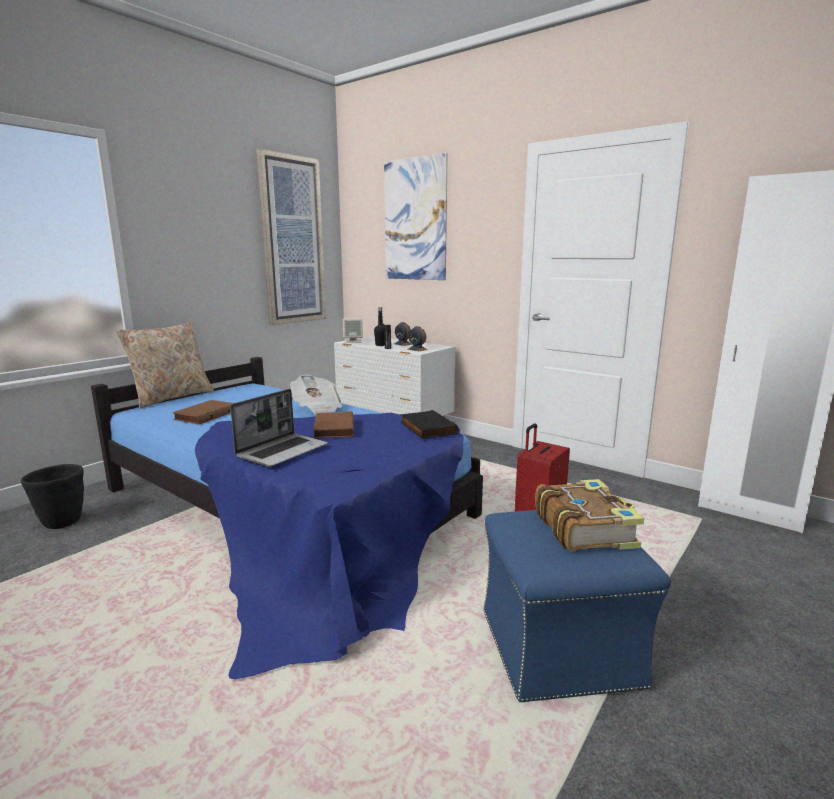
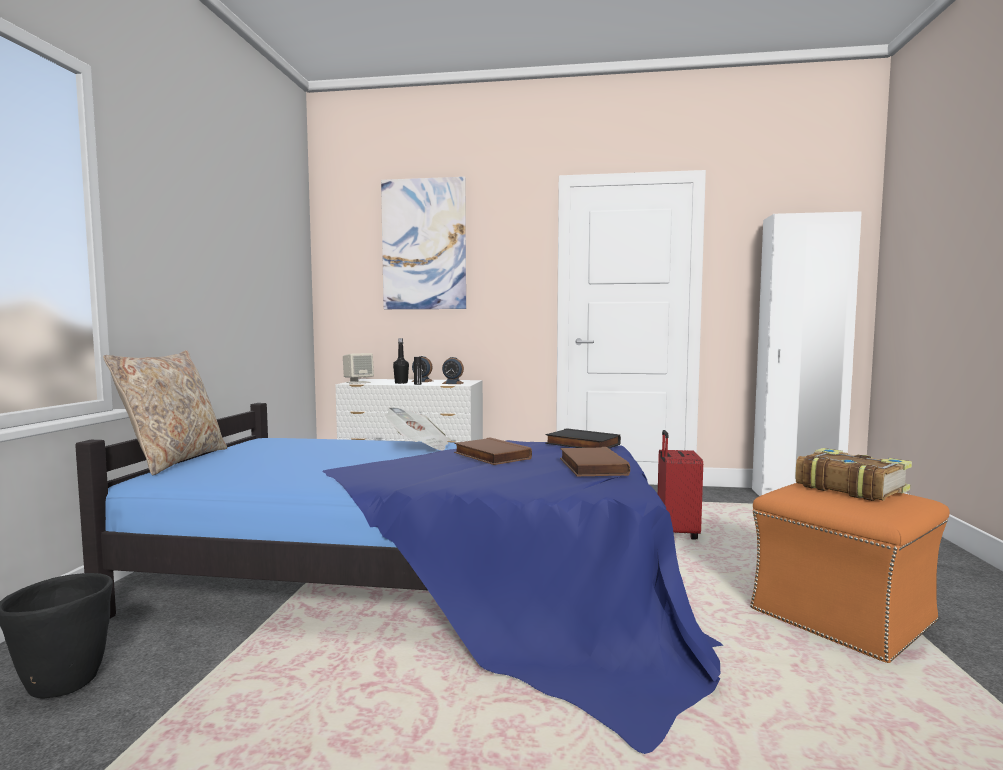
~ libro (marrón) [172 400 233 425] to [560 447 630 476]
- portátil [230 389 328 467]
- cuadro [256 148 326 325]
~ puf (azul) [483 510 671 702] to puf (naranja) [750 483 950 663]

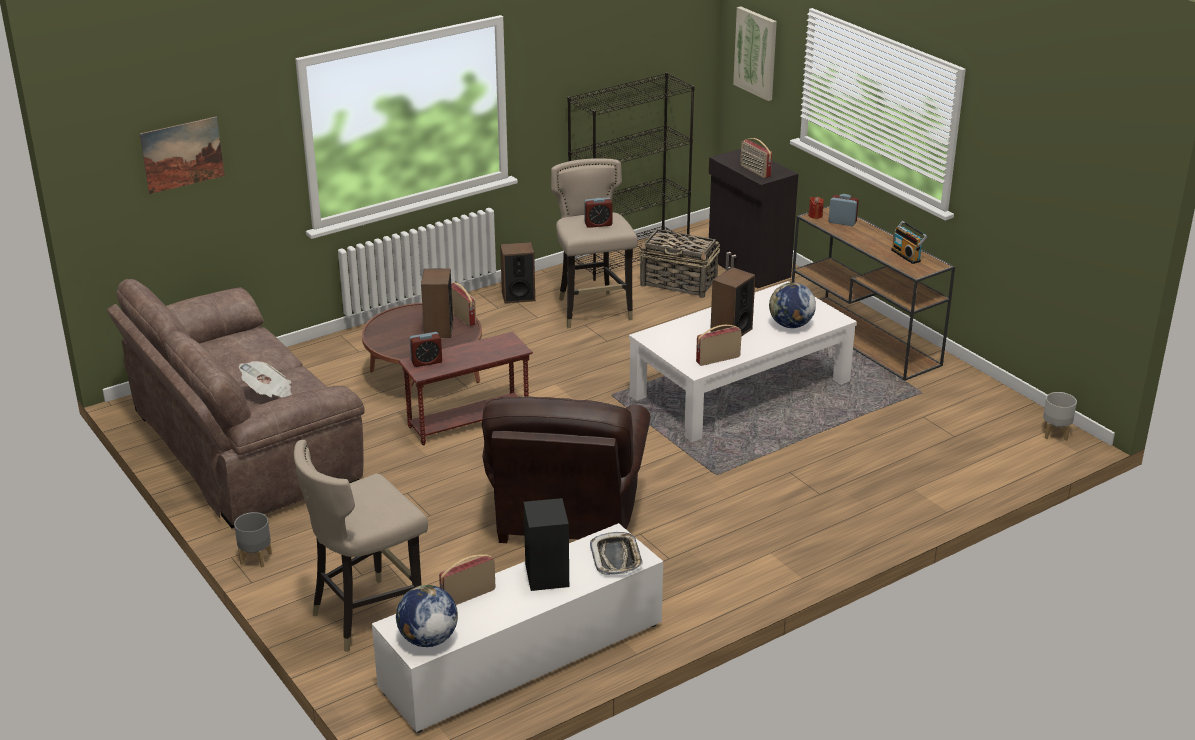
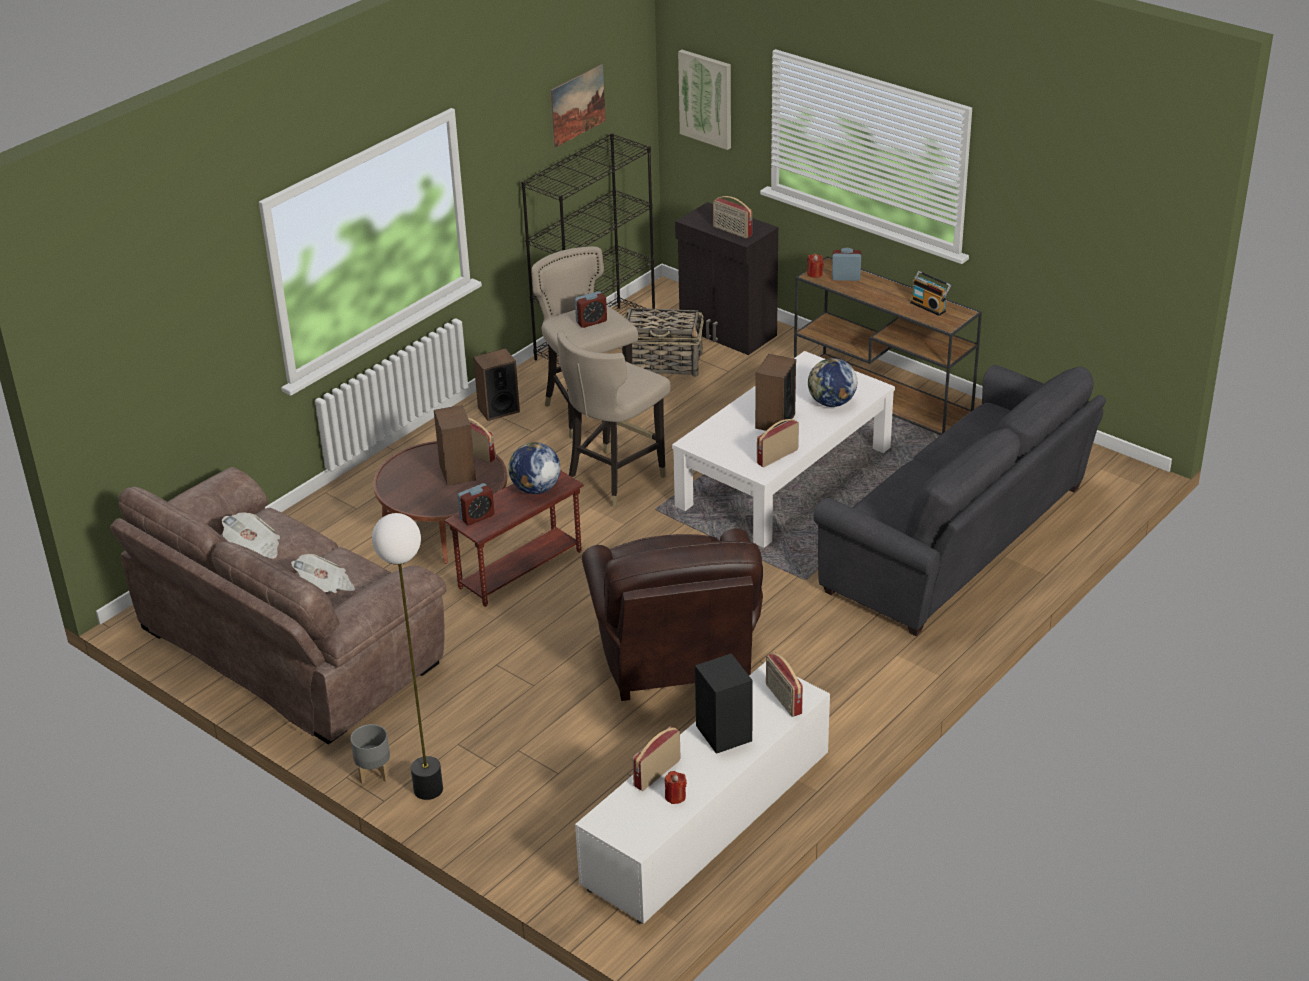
~ cuadro [140 116 225 194] to [550 64 606 148]
~ taburete (beis) [294 440 428 652] to [557 330 671 507]
~ globo terráqueo [396 585 458 647] to [508 442 561 494]
~ bandeja [590 532 643 575] to radio [766 652 803 717]
- maceta (gris) [1043 392 1077 441]
+ periódico [222 512 280 559]
+ lámpara de pie [372 513 443 800]
+ vela (rojo) [665 771 687 804]
+ sofá (gris) [814 365 1106 636]

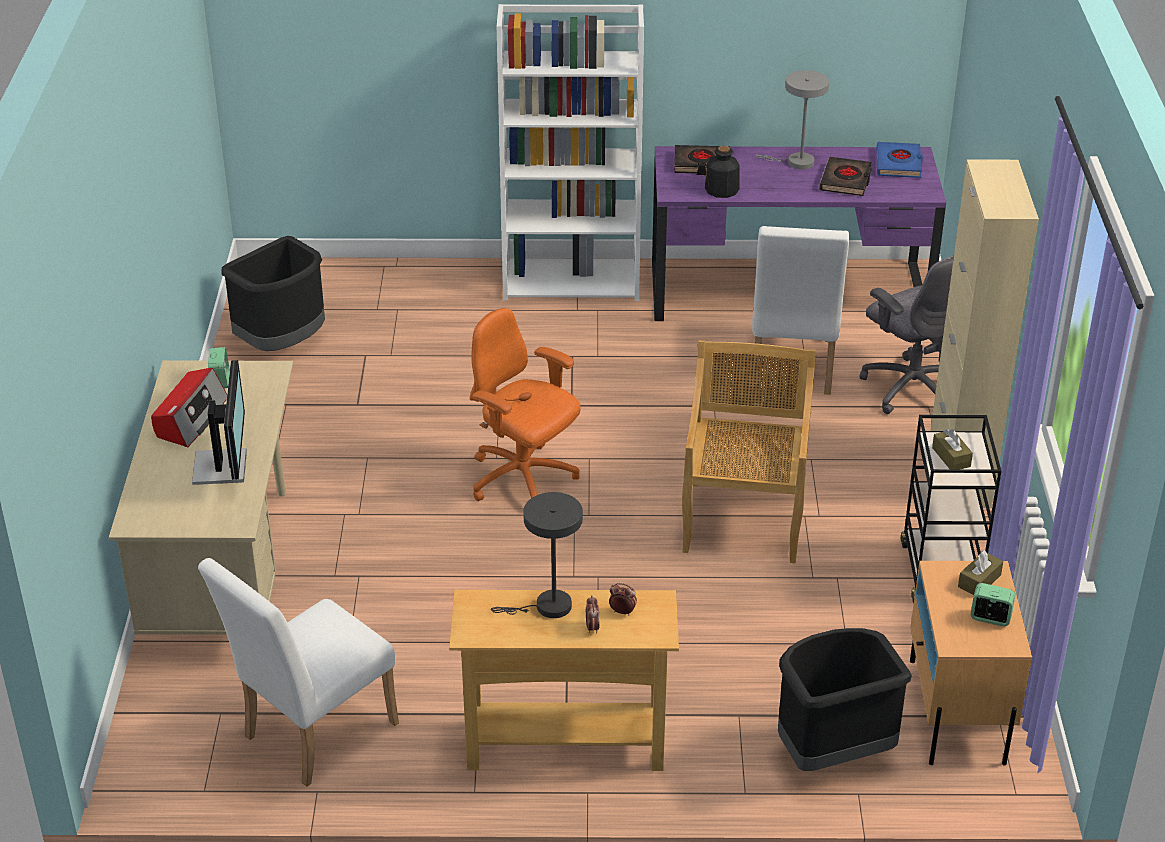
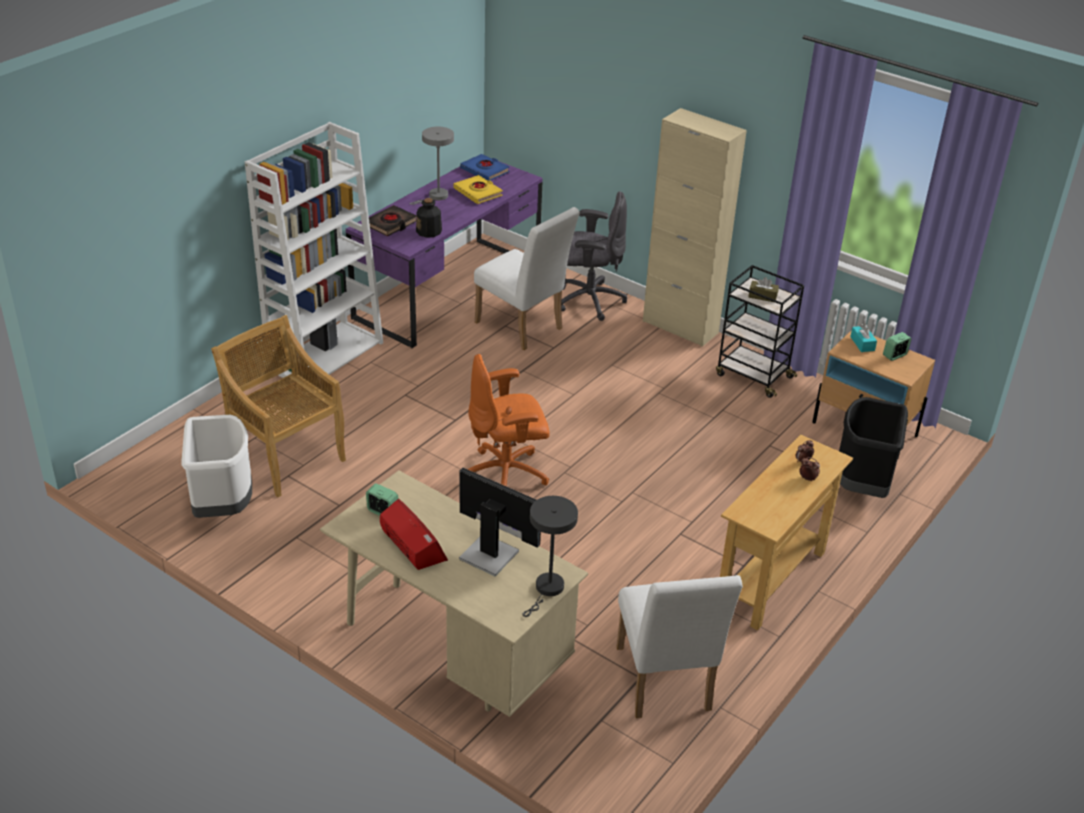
~ papelera (negro) [221 236 325 351] to papelera (blanco) [181 415 252 518]
~ lámpara de mesa (gris) [491 492 583 618] to [523 496 578 617]
~ silla (beis) [682 340 816 563] to [211 315 346 497]
~ libro (negro) [819 157 872 196] to libro (amarillo) [453 175 503 204]
~ caja de pañuelos (marrón) [958 550 1003 595] to caja de pañuelos (turquesa) [850 324 877 352]

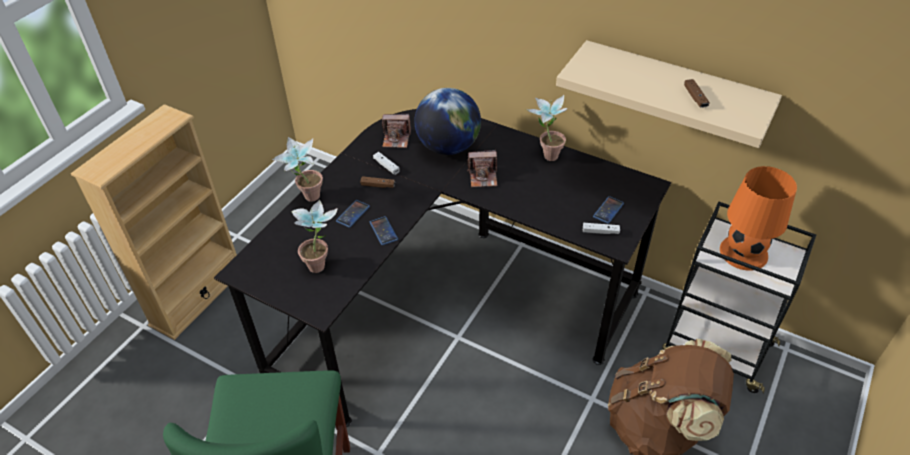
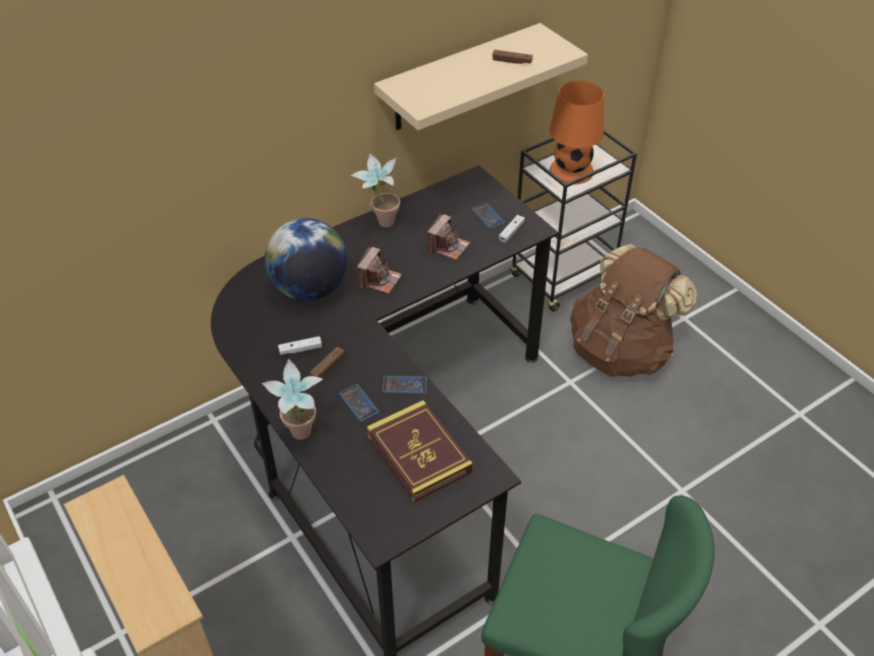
~ planta en maceta [292 200 337 273] to libro [367 400 473 503]
~ cámara [382 114 411 148] to [427 214 470 260]

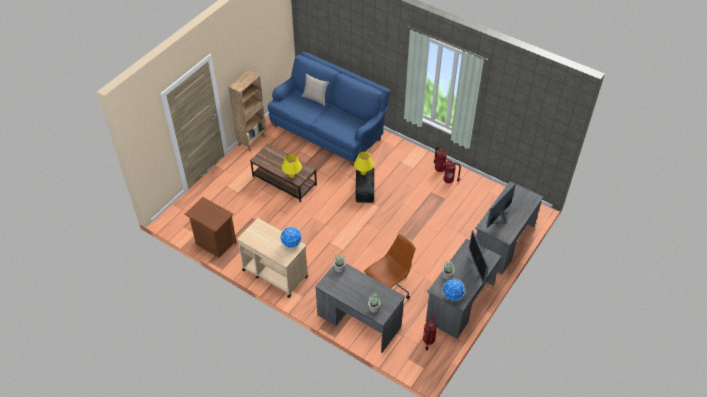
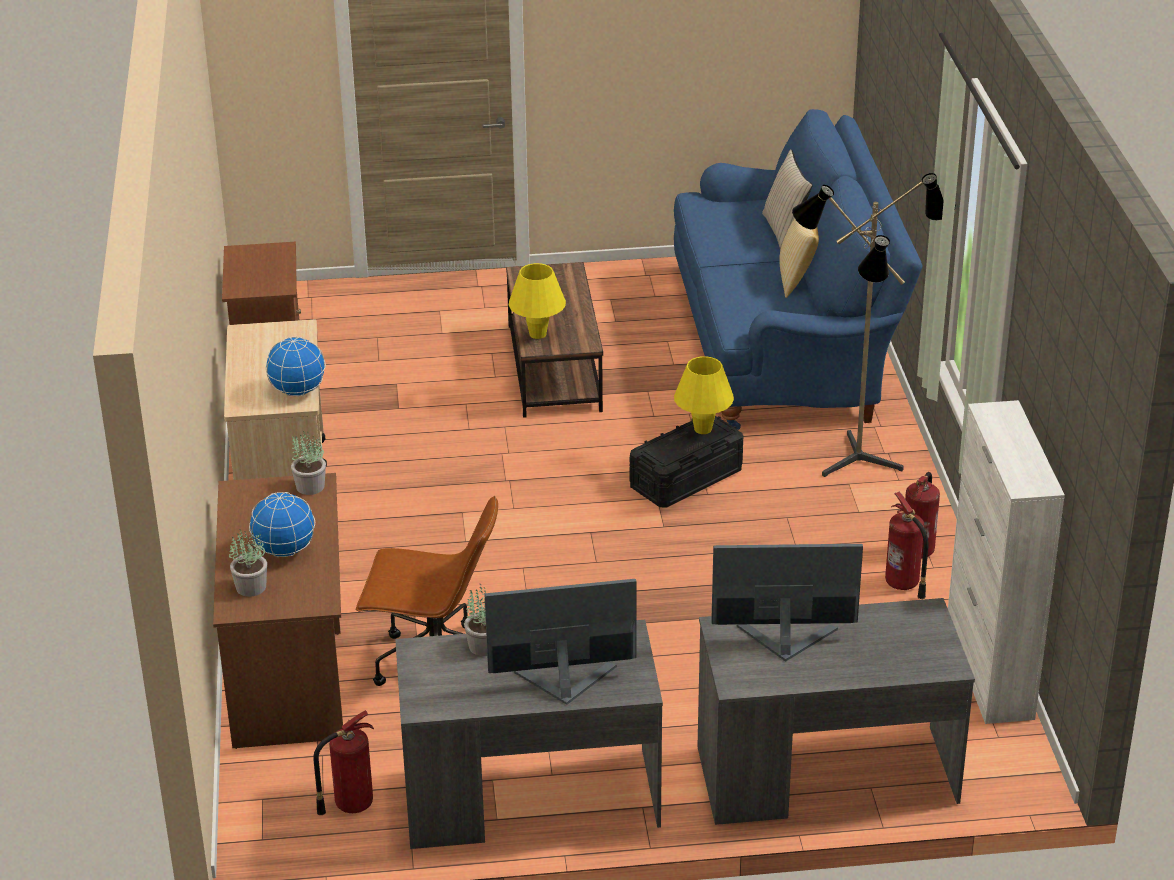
- estantería (marrón) [228 70 266 151]
~ escritorio (gris) [315 264 405 353] to escritorio (marrón) [213 473 343 749]
~ globo terráqueo [442 279 465 301] to [249 492 315 557]
~ monitor [467 230 489 285] = [485 579 637 705] 45 degrees clockwise
+ cojín [779 219 819 298]
+ lámpara de pie [792 173 956 477]
+ armario (blanco) [948 400 1065 724]

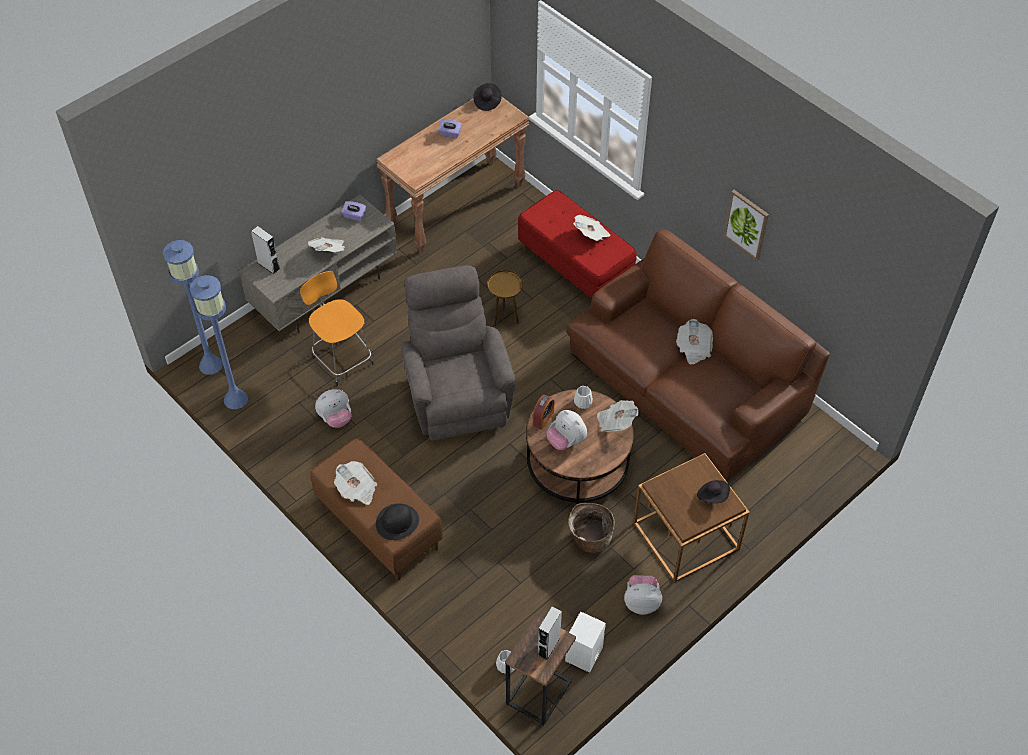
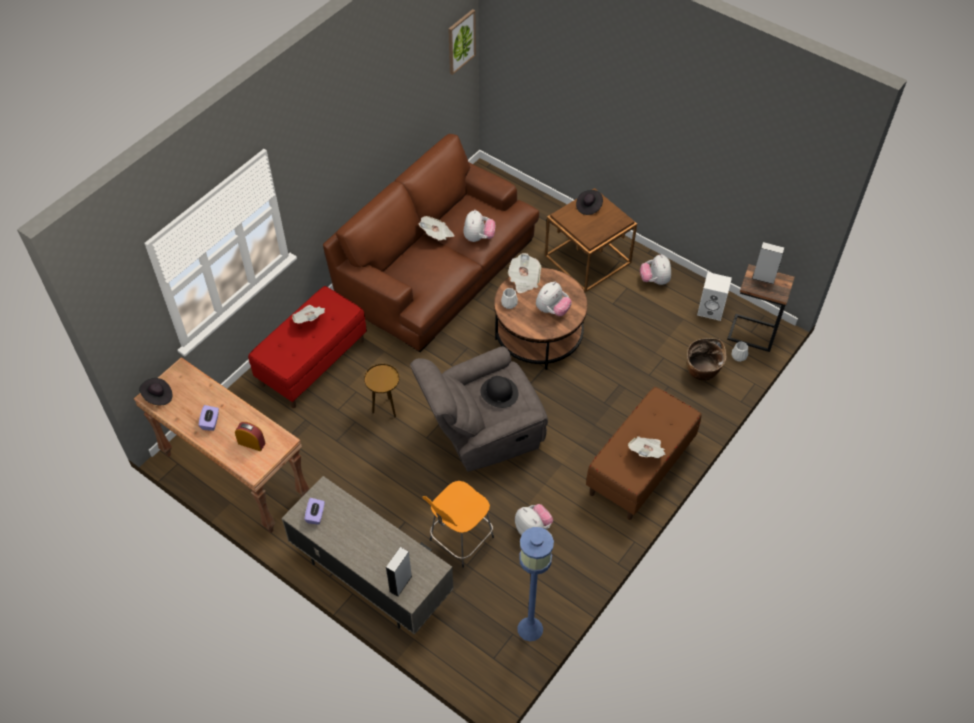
- lámpara de pie (azul) [163 240 223 375]
- periódico [308 237 345 252]
~ sombrero (negro) [376 503 419 540] to [480 376 518 408]
~ despertador [533 395 555 429] to [235 422 265 451]
~ cesta [569 503 614 553] to [687 338 727 381]
~ cuadro [724 190 769 260] to [448 9 476 75]
+ peluche [463 210 495 242]

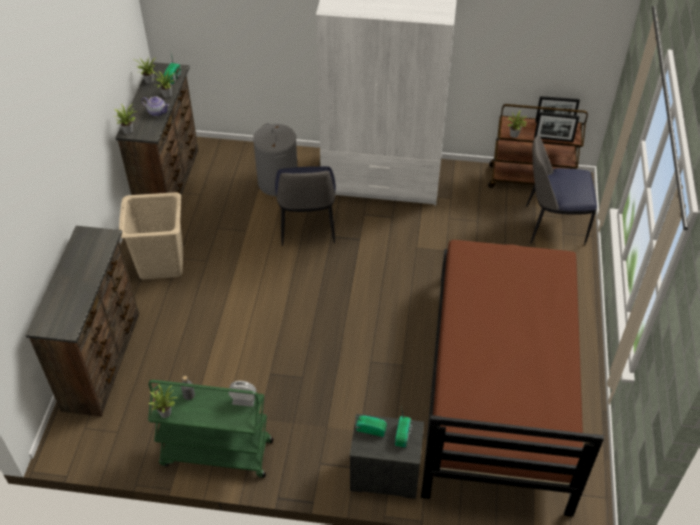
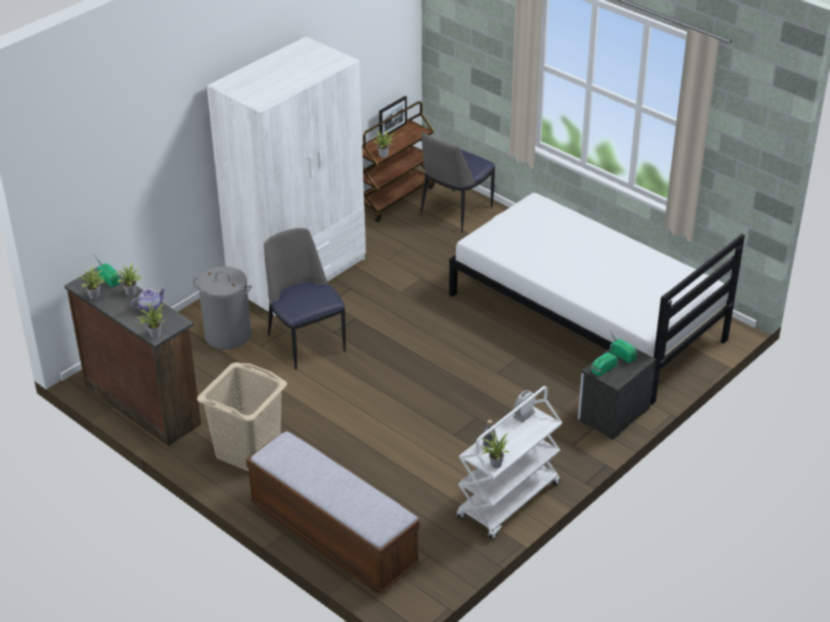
~ cómoda (marrón) [26 226 139 417] to banco [246 431 420 594]
~ carrito (verde) [148 380 273 478] to carrito (blanco) [457 386 562 540]
~ silla [275 166 336 246] = [264 228 346 369] 150 degrees counterclockwise
~ cama (marrón) [421 240 604 517] to cama (blanco) [449 193 745 406]
- portarretratos [534 112 579 142]

